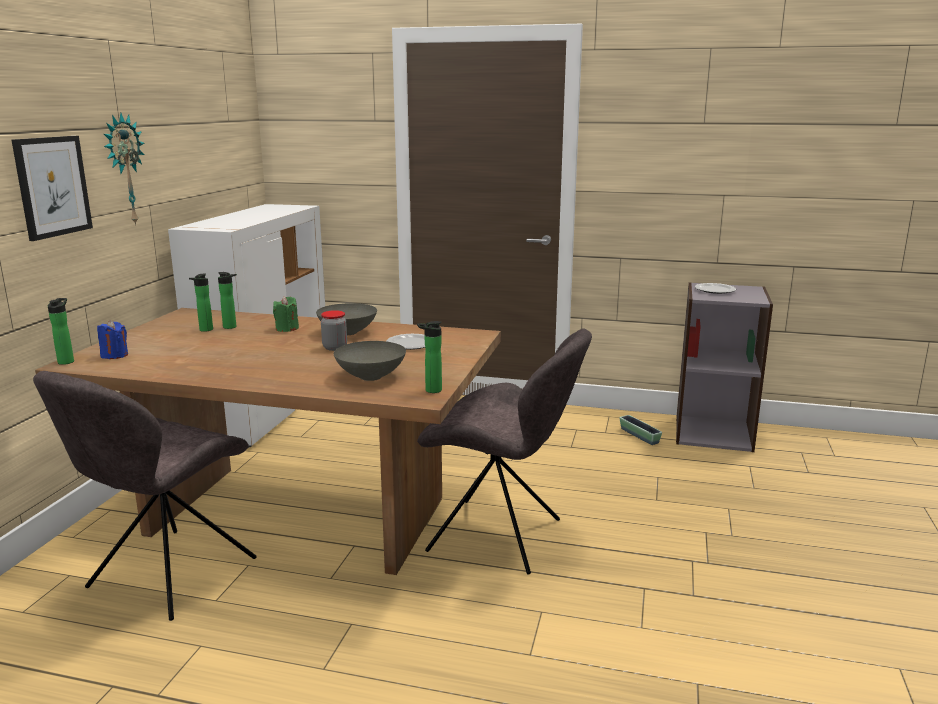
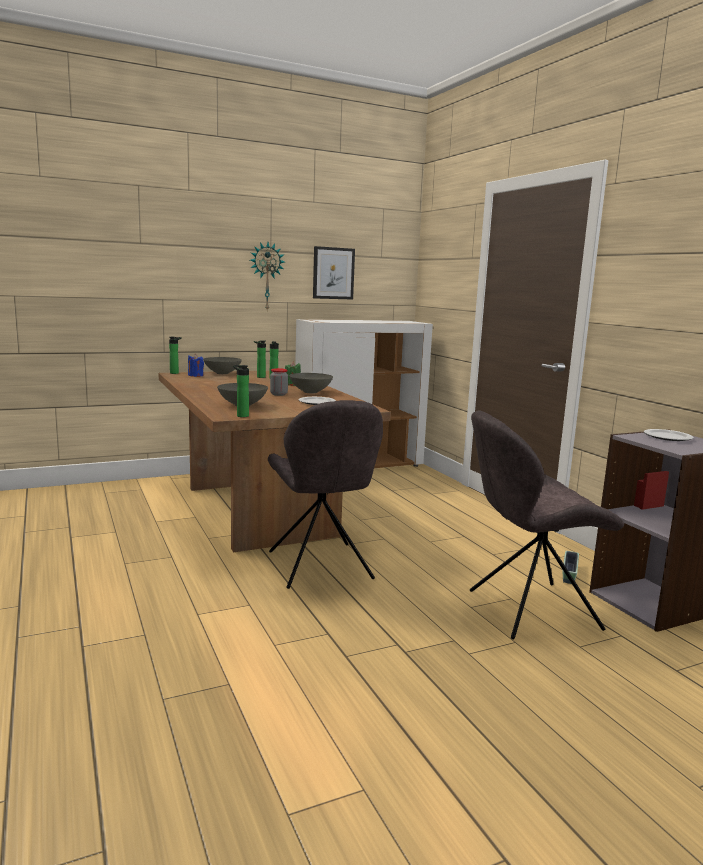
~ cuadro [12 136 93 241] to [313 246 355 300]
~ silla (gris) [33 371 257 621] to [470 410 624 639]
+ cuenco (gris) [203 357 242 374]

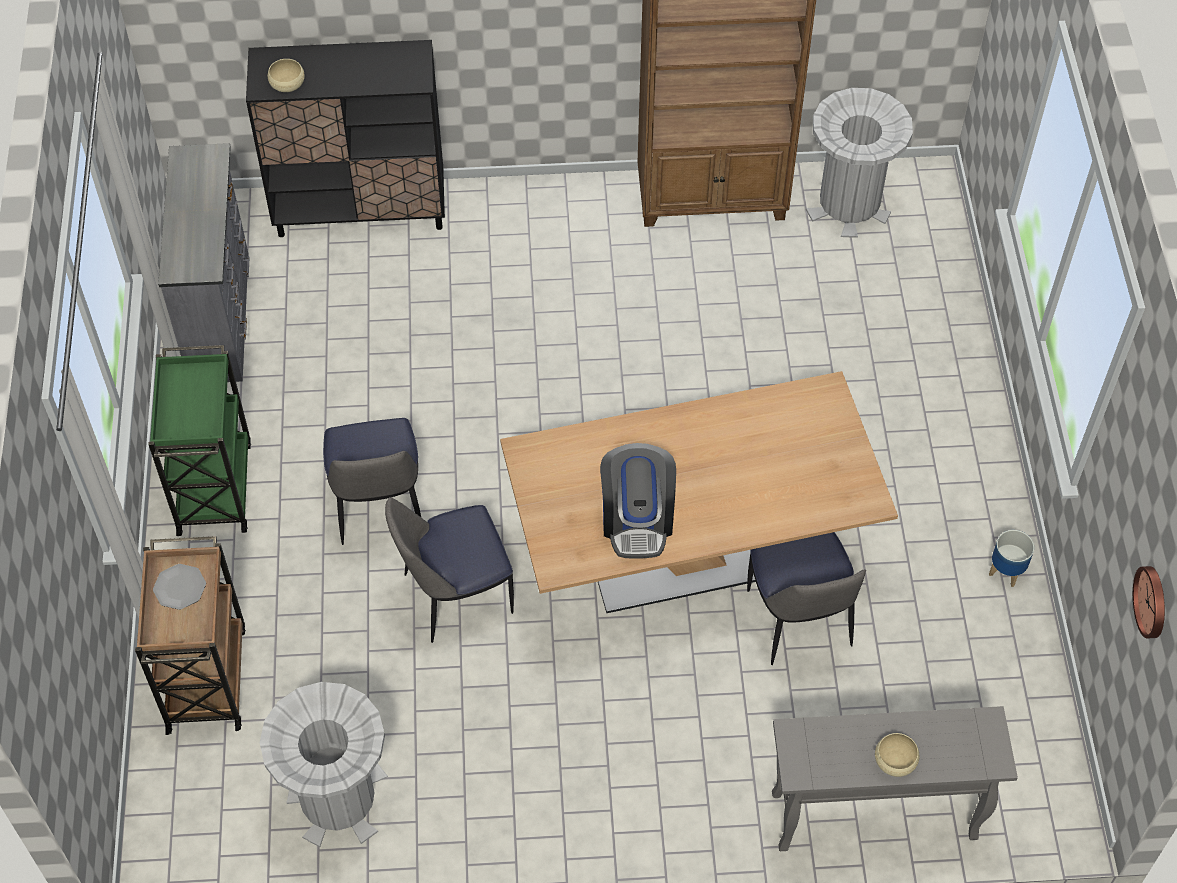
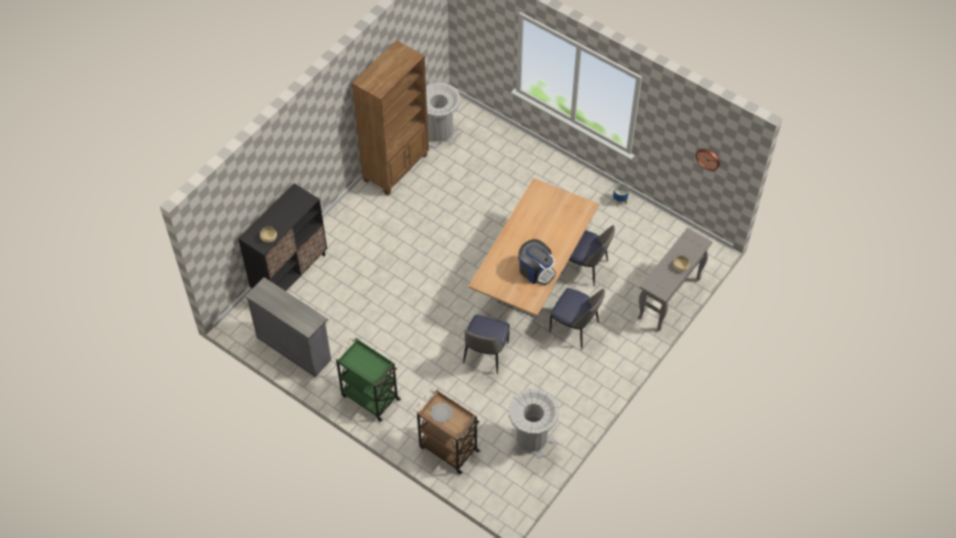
~ silla [323 418 421 545] to [550 288 605 349]

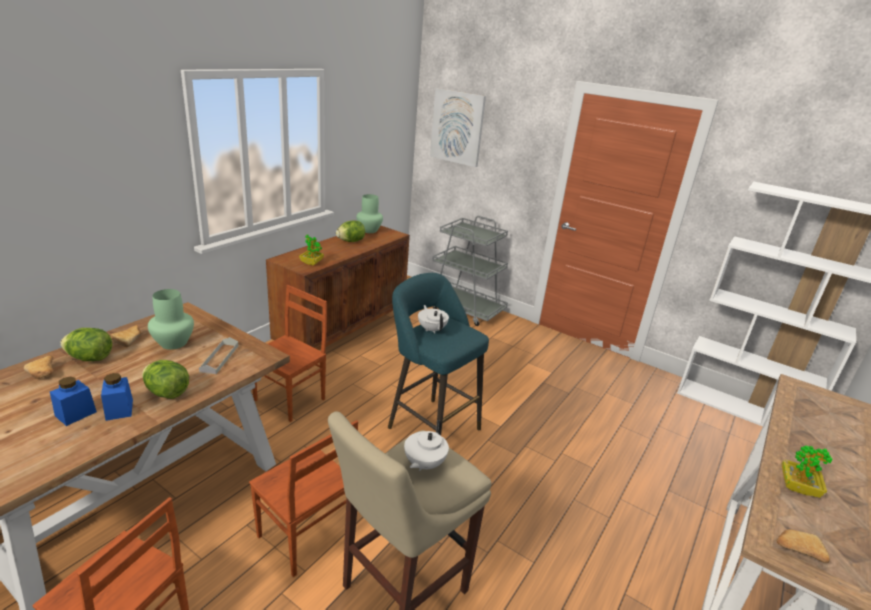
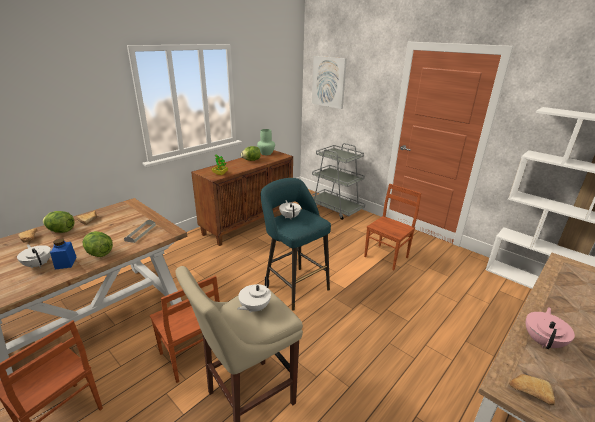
~ tarro (azul) [50 377 97 426] to tetera (blanco) [17 245 51 268]
- florero (verde) [148 289 194 350]
~ silla (marrón) [253 285 327 422] to [364 184 422 270]
~ planta en maceta [781 446 833 498] to tetera (rosa) [526 307 575 349]

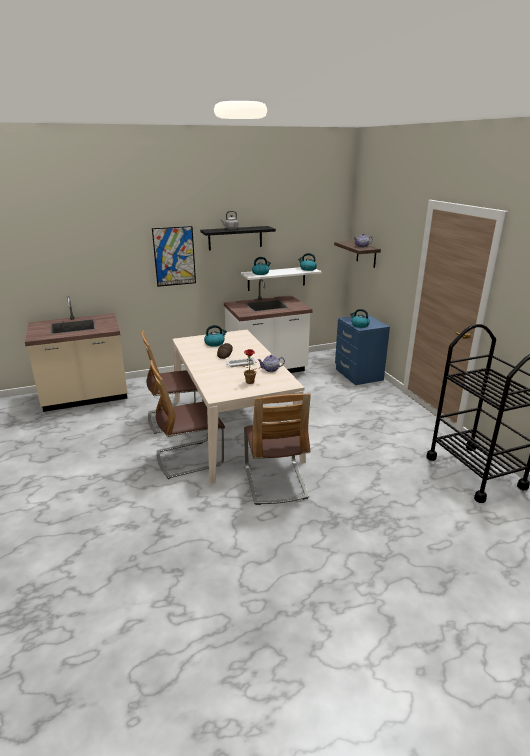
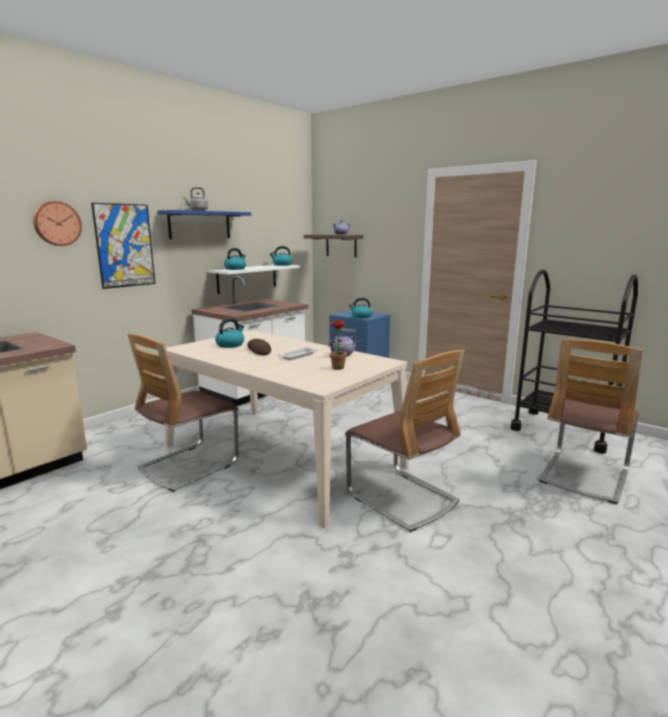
~ silla [150 360 225 479] to [539 339 643 504]
~ estante (negro) [200 226 276 250] to estante (azul) [157 210 251 239]
+ reloj de pared [33 201 82 246]

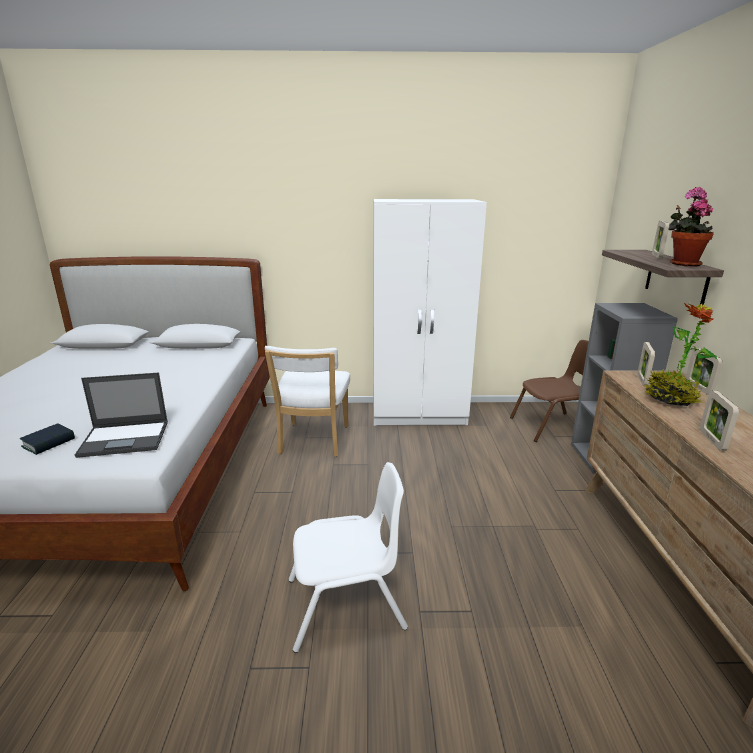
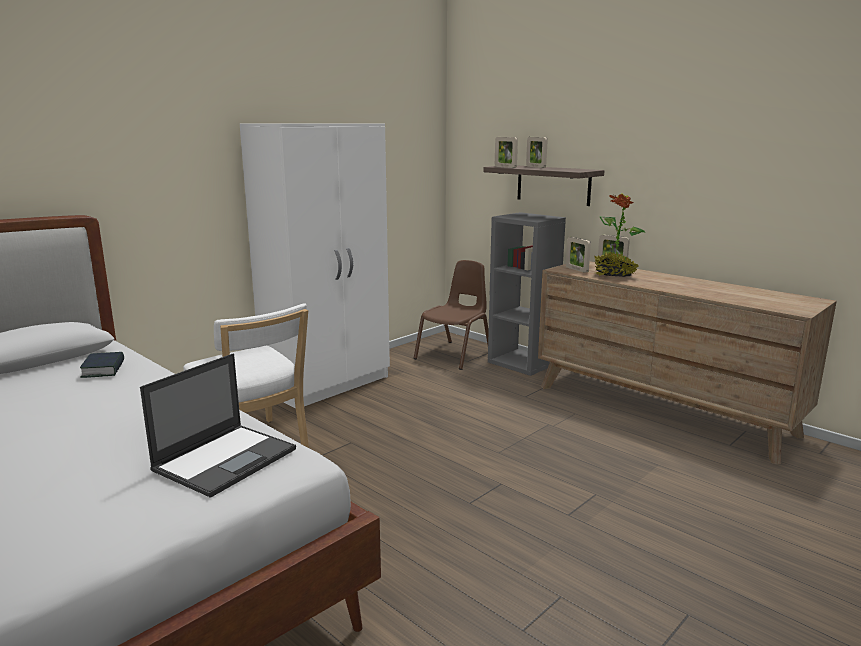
~ libro [20 423 75 455] to [80 352 124 378]
- silla (blanco) [289 462 408 653]
- planta en maceta [668 187 714 267]
~ portarretratos [700 390 739 451] to [495 137 518 168]

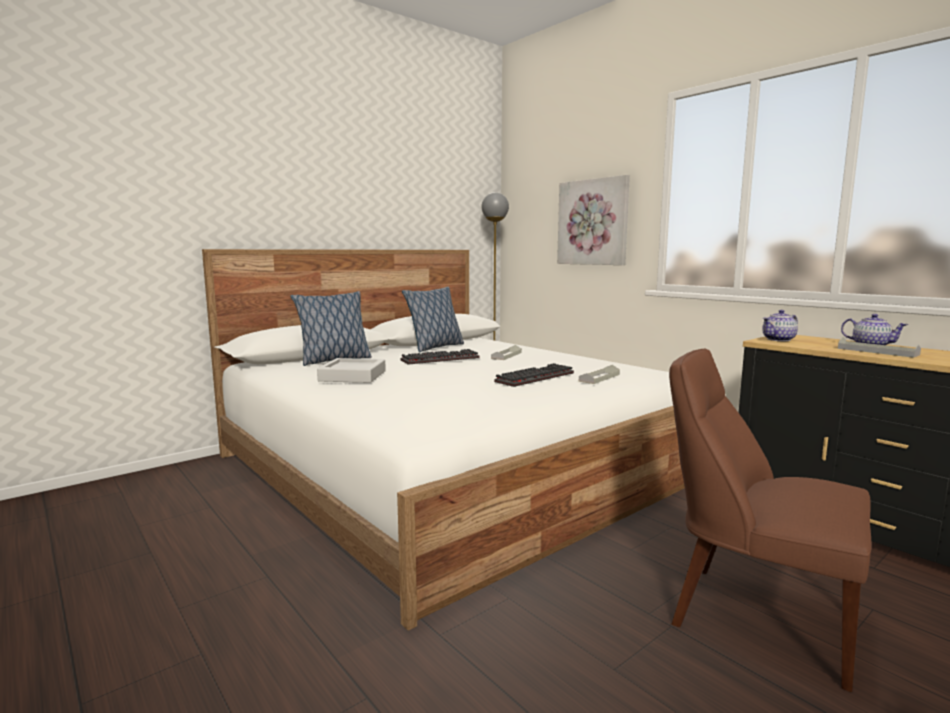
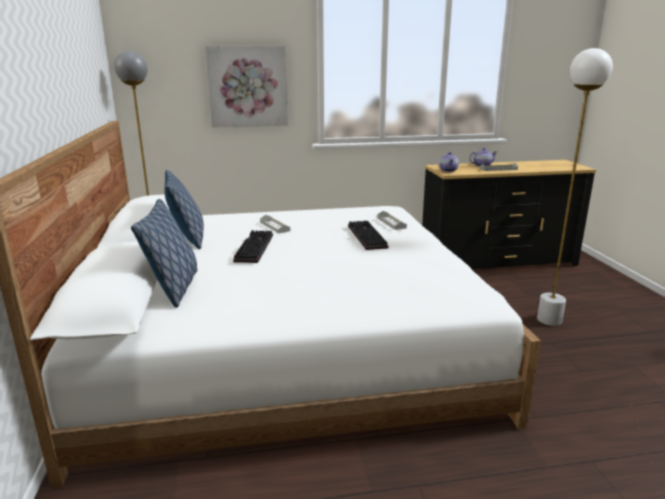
- bandeja (gris) [317 358 386 383]
~ silla (marrón) [669 349 871 692] to lámpara de pie (blanco) [537 48 613 326]

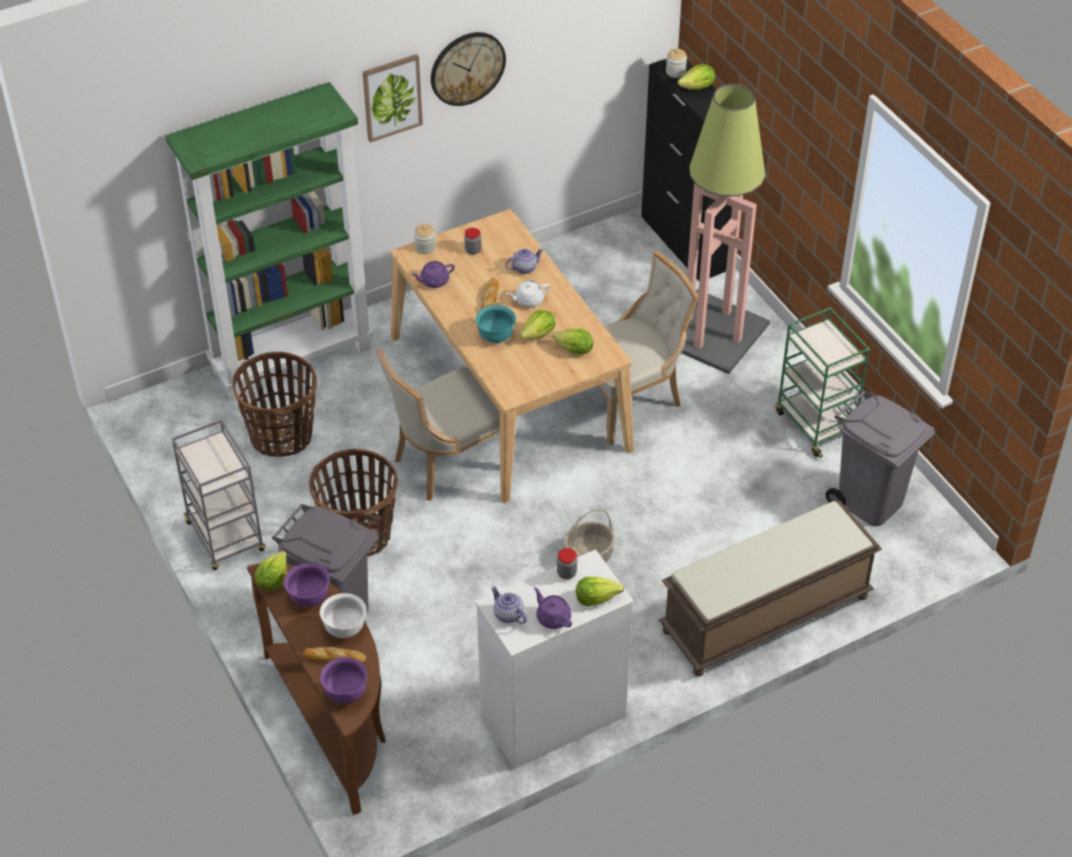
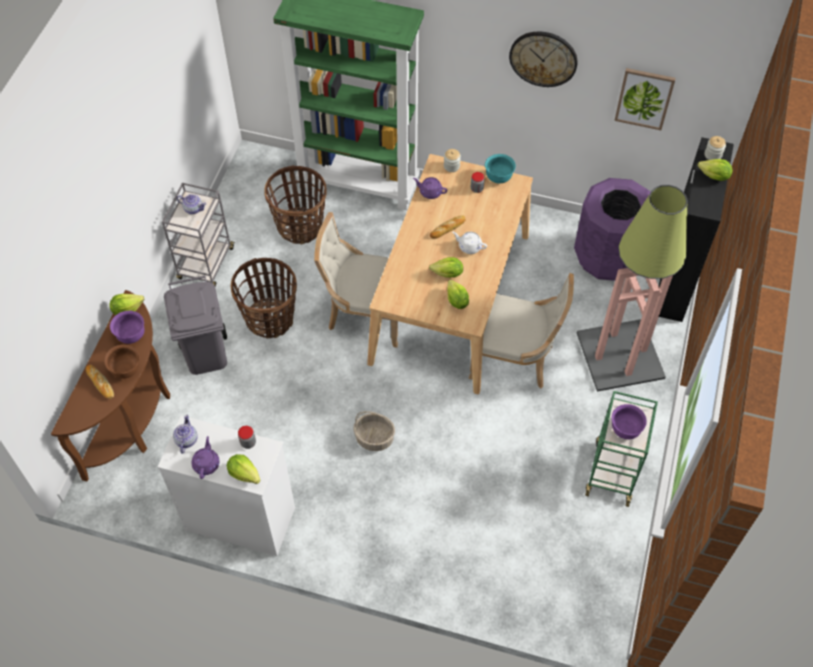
~ cuenco (blanco) [320 593 367 638] to cuenco (marrón) [104 344 139 379]
~ cuenco (morado) [320 657 368 704] to [612 404 647 439]
~ cuadro [363 54 423 143] to [614 68 676 130]
~ cuenco (turquesa) [476 305 516 343] to [485 154 516 183]
~ tetera [505 248 544 274] to [177 194 206 214]
- banco (marrón) [659 501 882 676]
- papelera (gris) [826 391 935 526]
+ papelera (morado) [574 178 651 281]

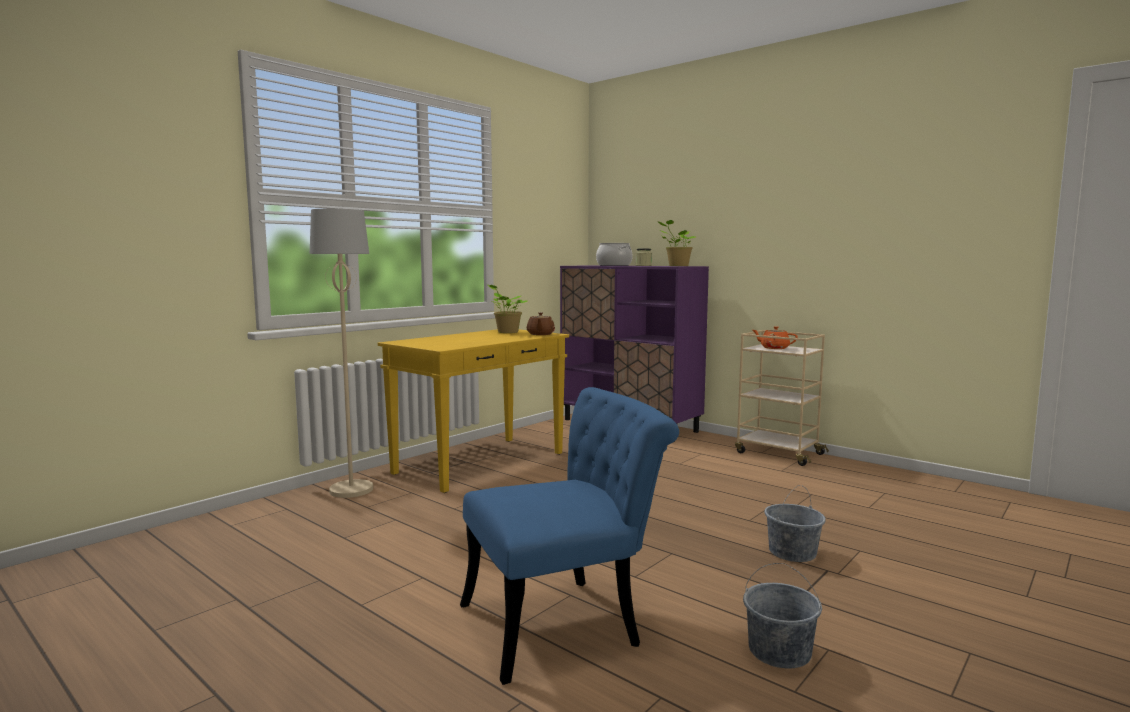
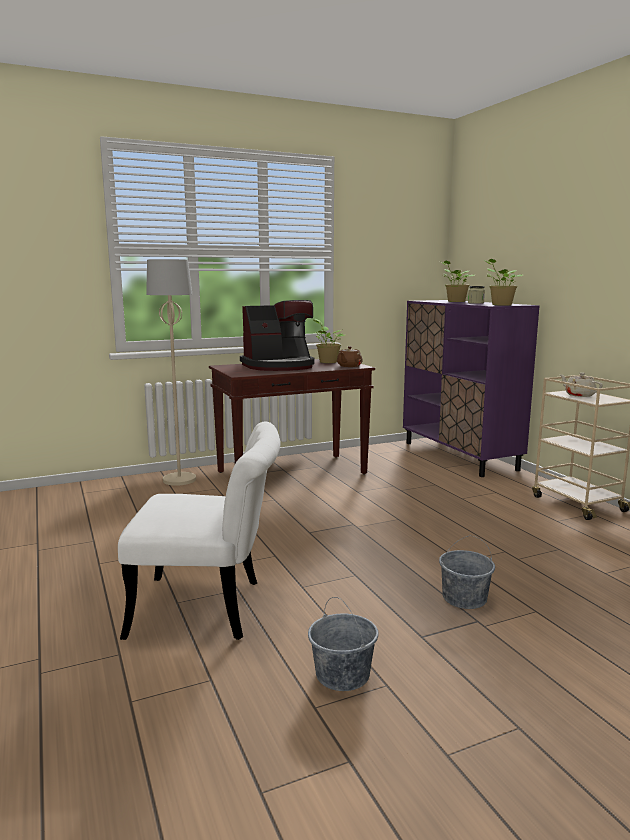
~ mesa consola (amarillo) [378 329 569 493] to mesa consola (marrón) [209 359 375 474]
~ silla (azul) [460 387 679 685] to silla (blanco) [118 421 281 640]
~ olla [596 243 633 266] to planta en maceta [441 261 475 302]
~ tetera (naranja) [753 326 798 349] to tetera (beis) [559 373 603 397]
+ cafetera [240 300 315 371]

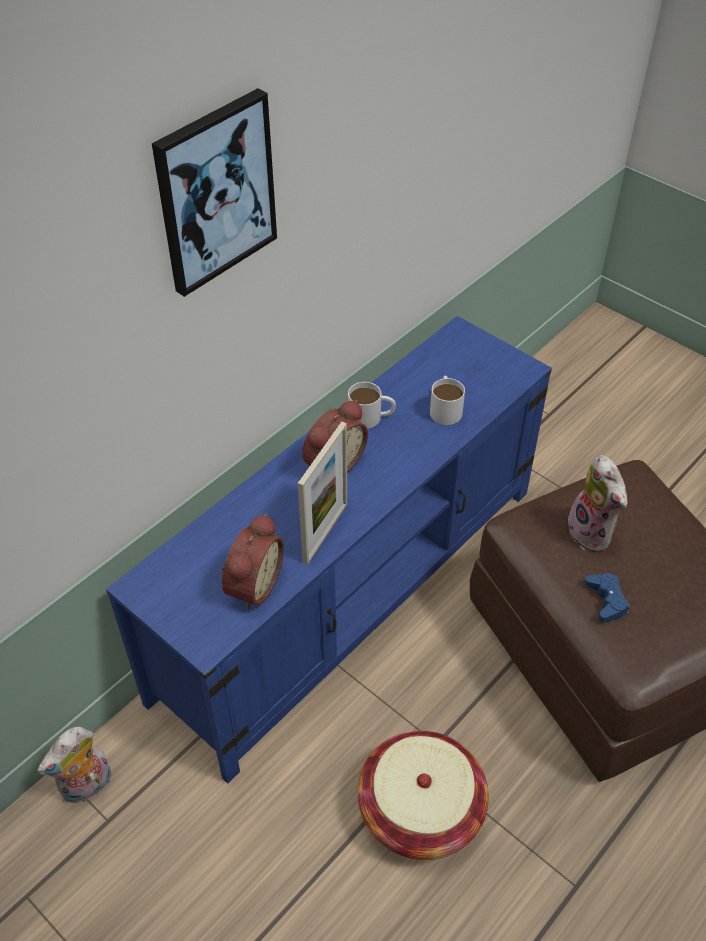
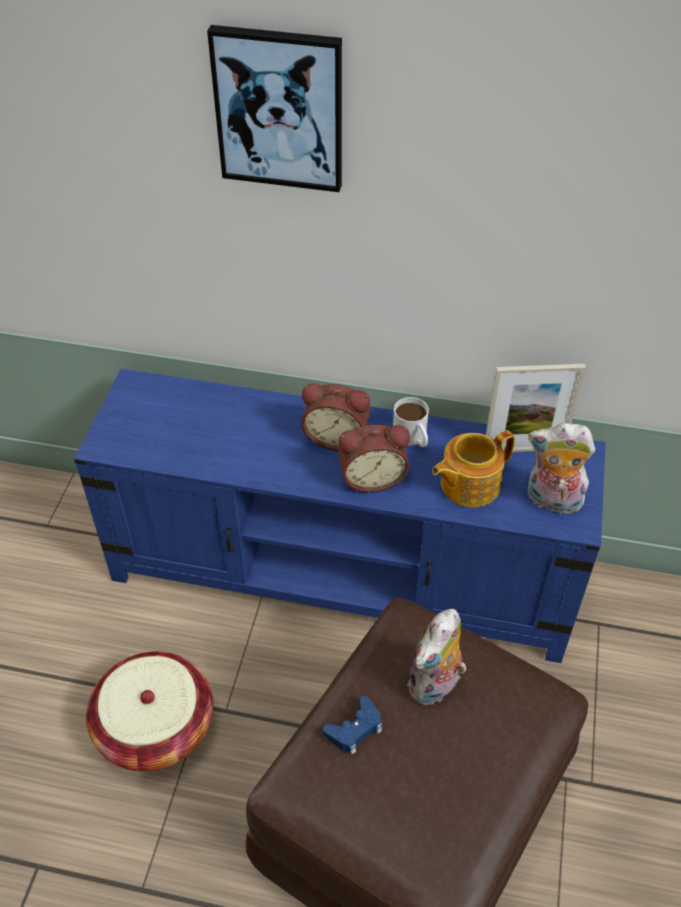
~ peluche [38 727 111 803] to [528 423 595 514]
~ despertador [222 513 284 610] to [338 425 410 492]
~ portarretratos [298 422 347 565] to [486 364 586 452]
~ taza grande (blanco) [430 376 465 425] to tetera [432 430 515 507]

